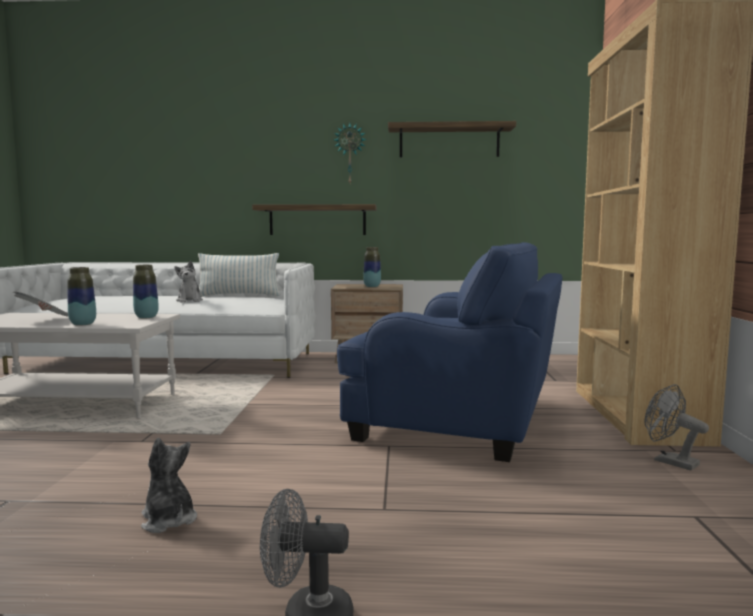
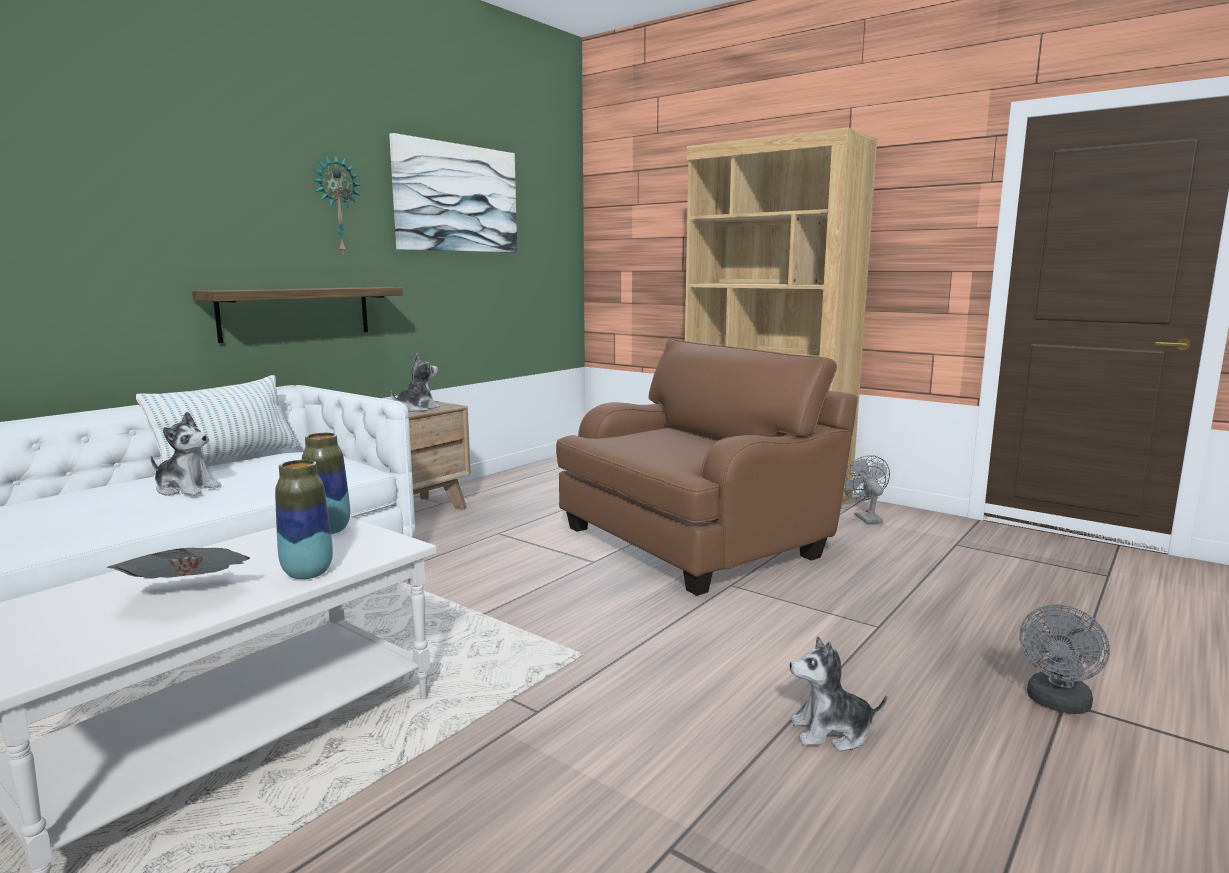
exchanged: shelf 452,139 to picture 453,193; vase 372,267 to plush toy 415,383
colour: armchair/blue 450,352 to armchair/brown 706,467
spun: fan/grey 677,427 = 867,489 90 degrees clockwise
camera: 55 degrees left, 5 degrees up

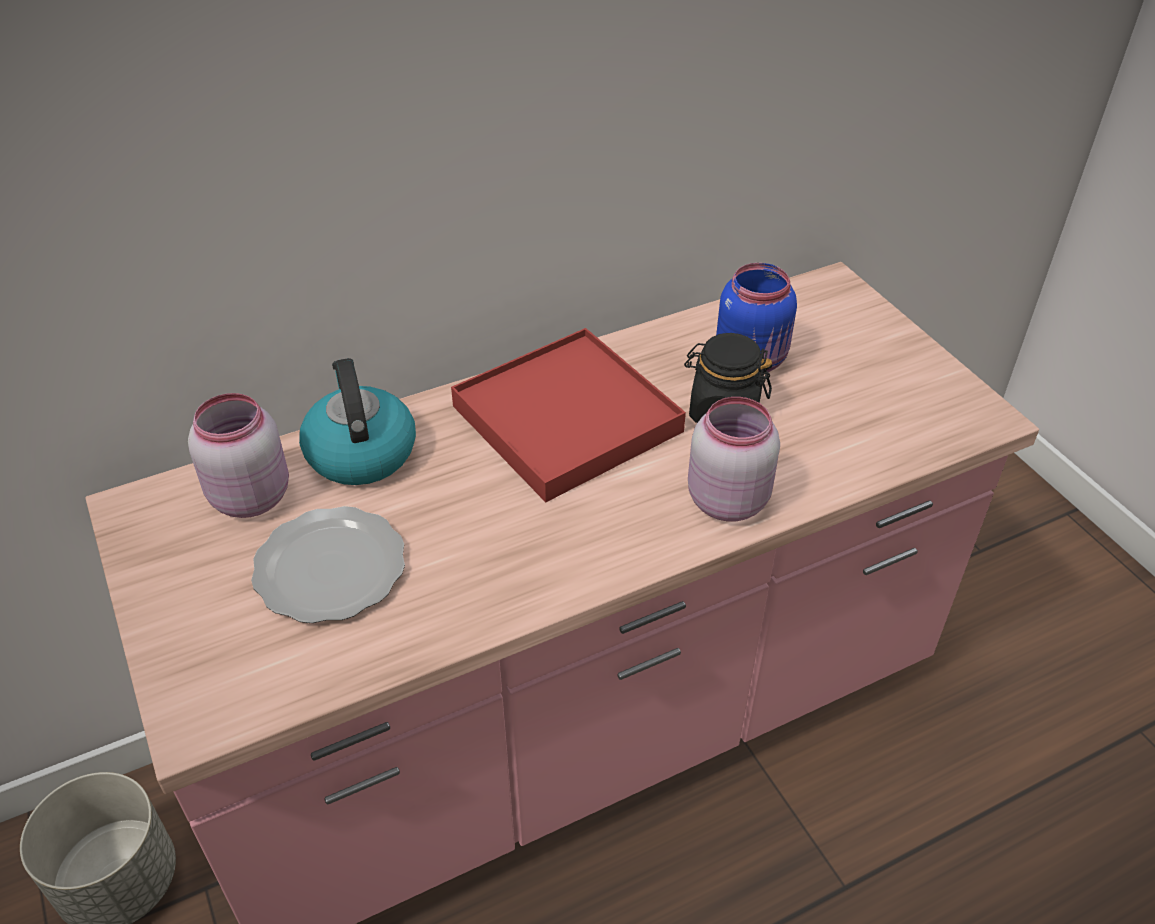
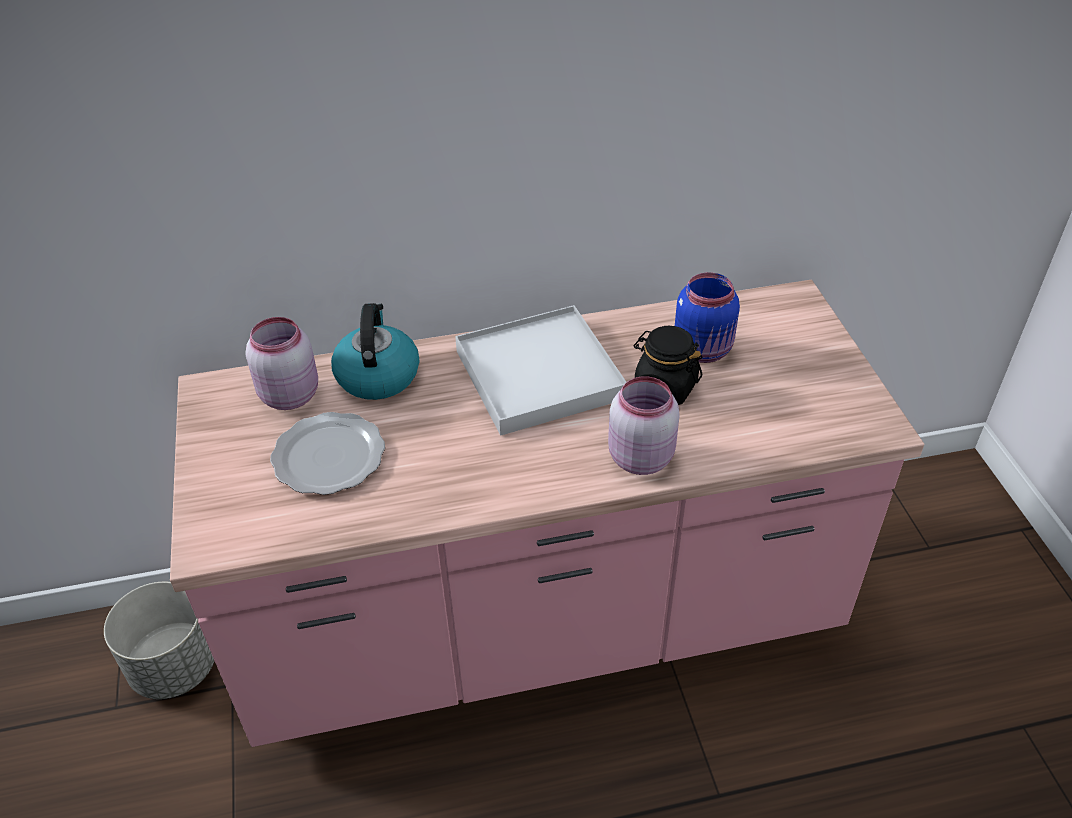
colour: tray/red 568,415 to tray/white 540,370
camera: 15 degrees right, 0 degrees up

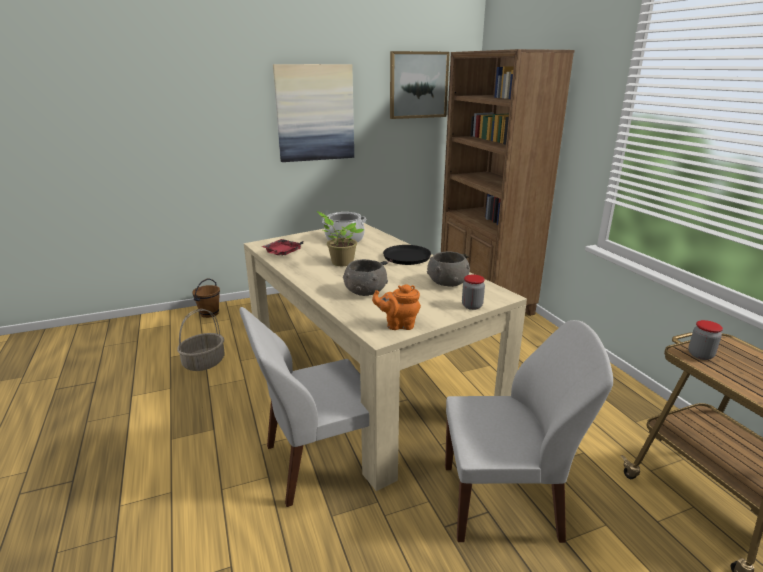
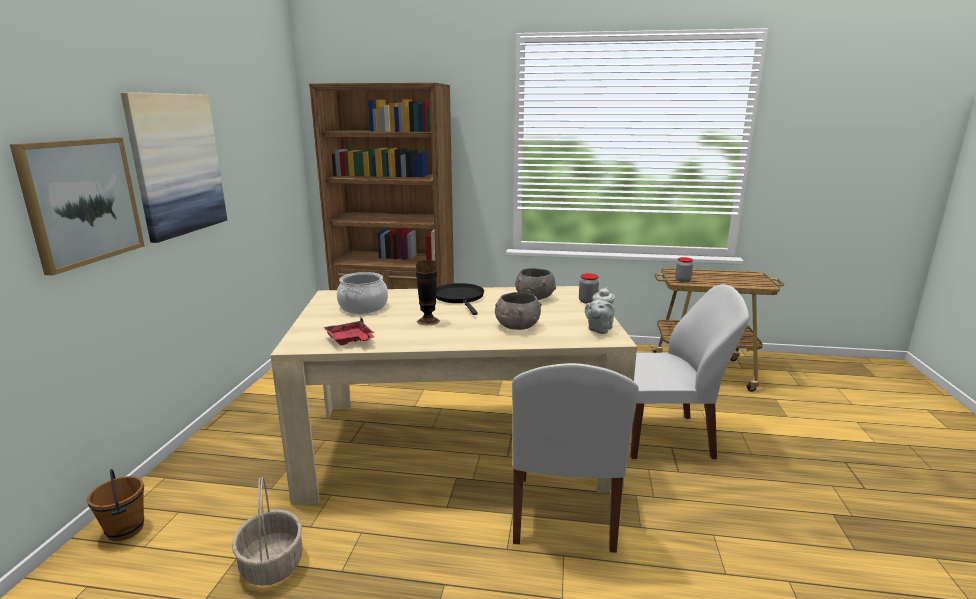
relocated: picture 420,85 to 77,207
exchanged: potted plant 340,238 to vase 428,292
colour: teapot/orange 396,307 to teapot/grey 600,310
spun: chair/white 529,431 = 689,371 60 degrees clockwise
camera: 60 degrees left, 5 degrees down

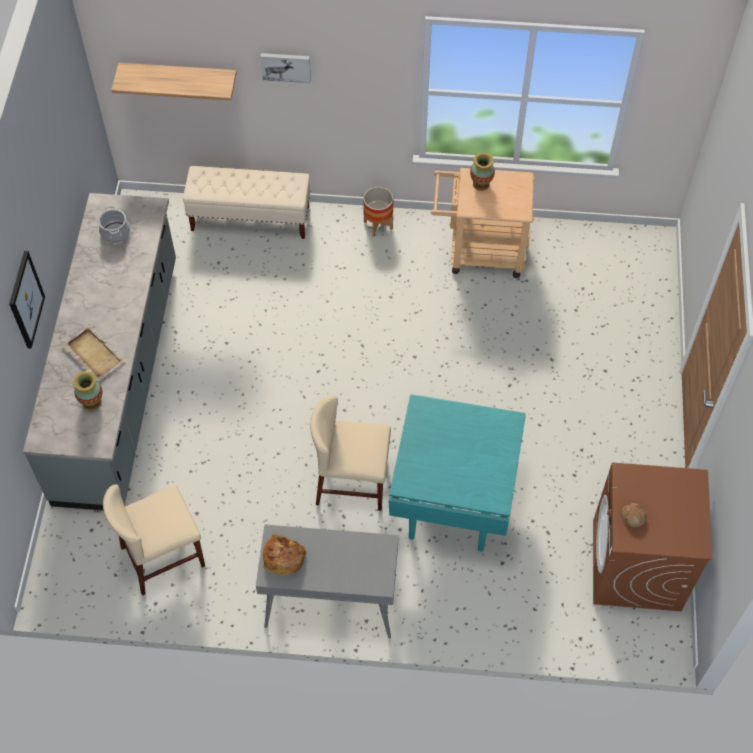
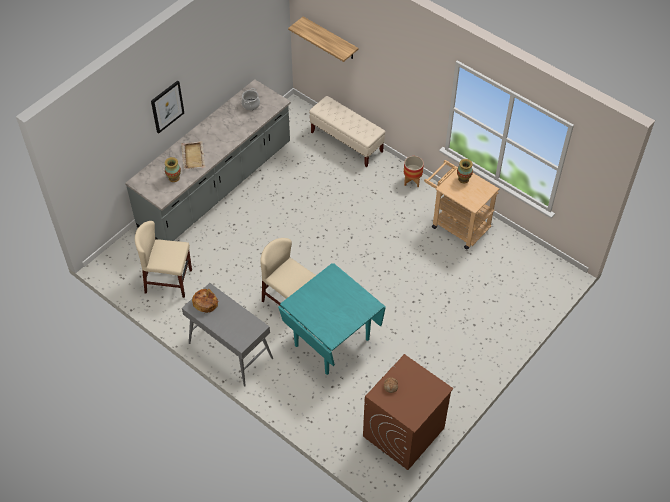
missing: picture 286,68
camera: 35 degrees right, 5 degrees down

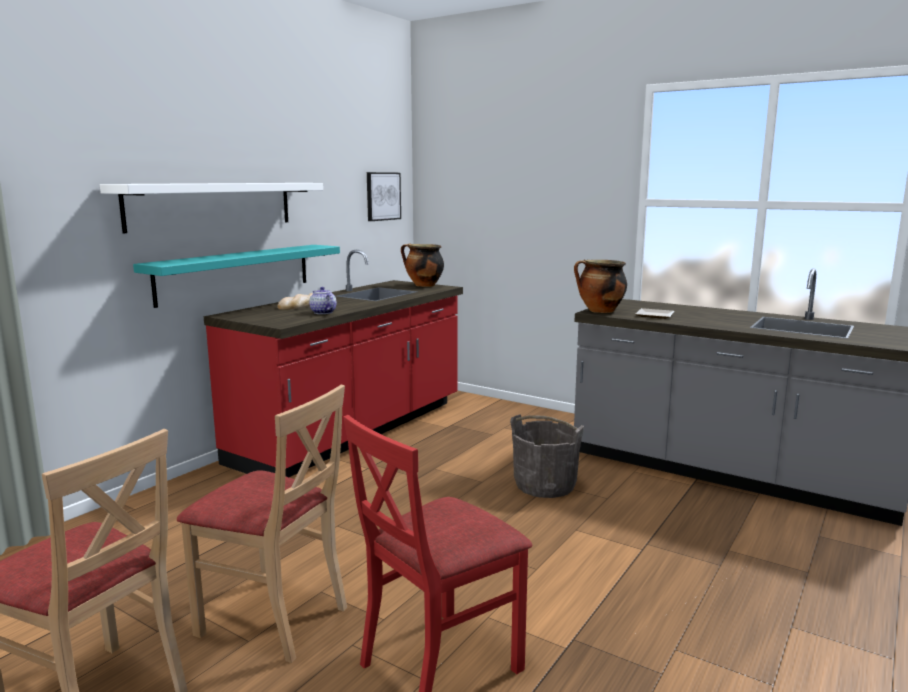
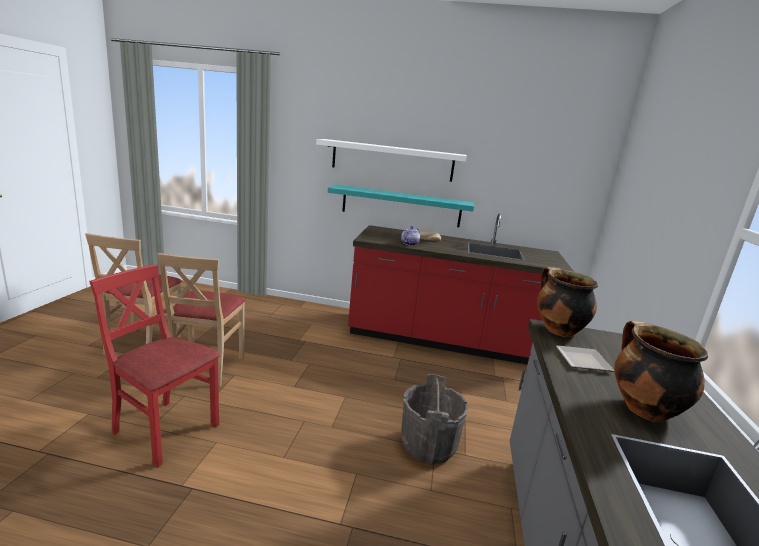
missing: picture 384,196
relocated: cooking pot 422,265 to 661,371
camera: 65 degrees right, 5 degrees up

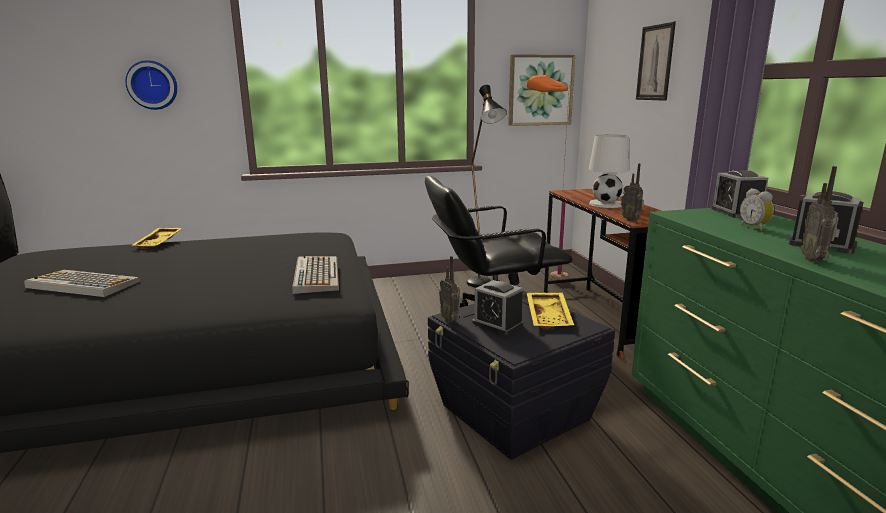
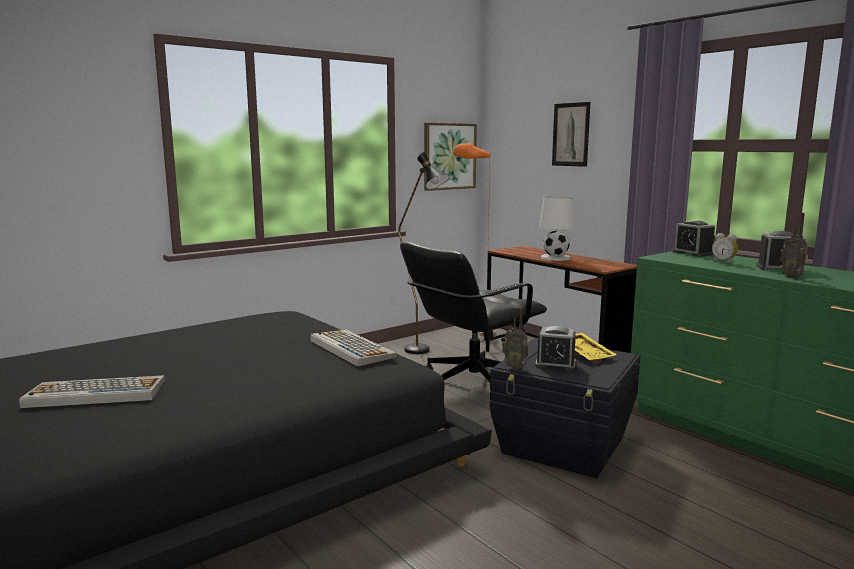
missing: wall clock 151,85; radio 632,192; tray/yellow 156,238
camera: 25 degrees left, 5 degrees down

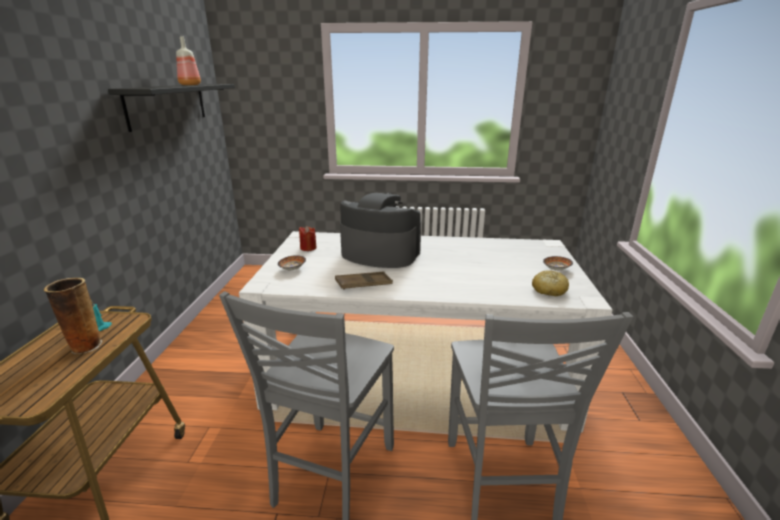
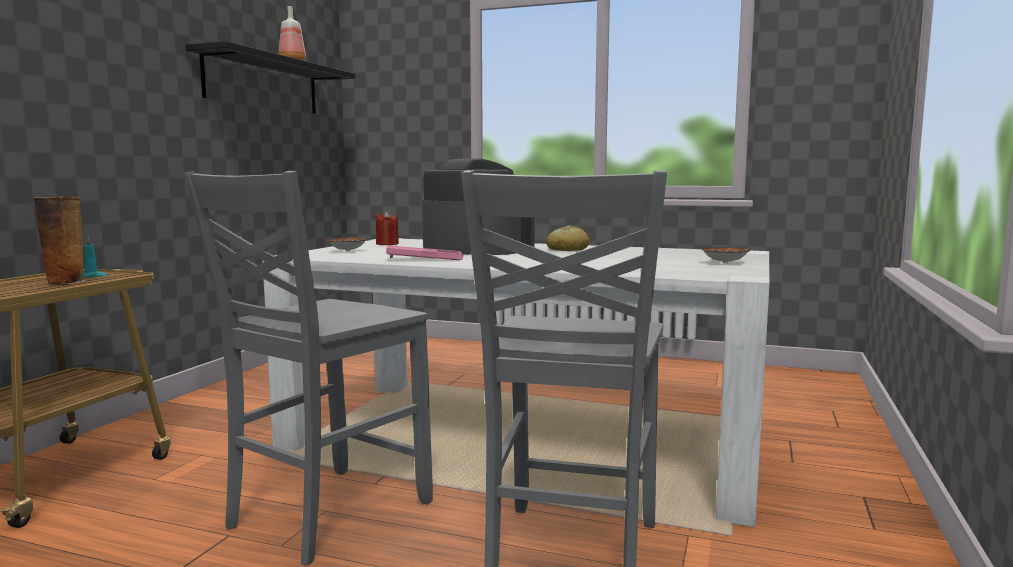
relocated: bread 550,283 to 567,238
colour: tray/brown 364,281 to tray/pink 424,252
camera: 15 degrees right, 15 degrees down

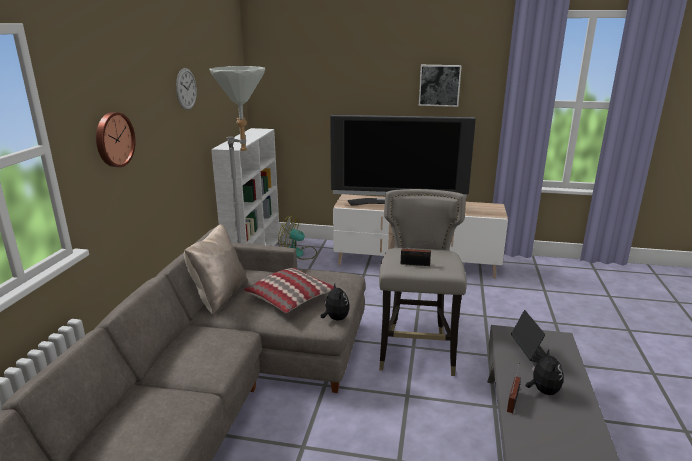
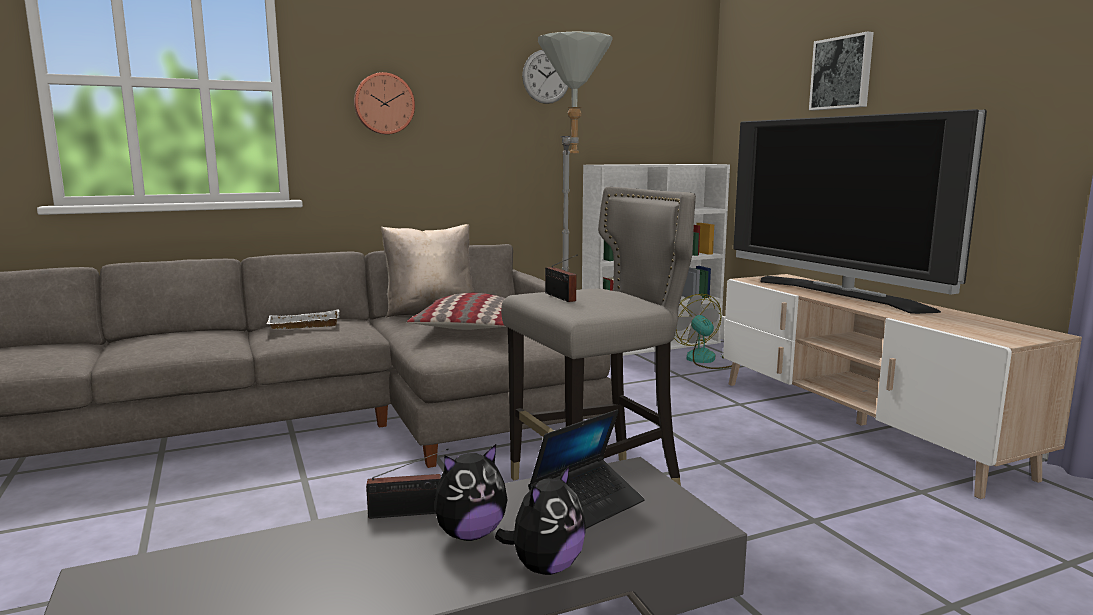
appeared: tray/white 303,319
relocated: picture 440,86 to 841,71; plush toy 335,302 to 540,520
camera: 55 degrees right, 10 degrees down

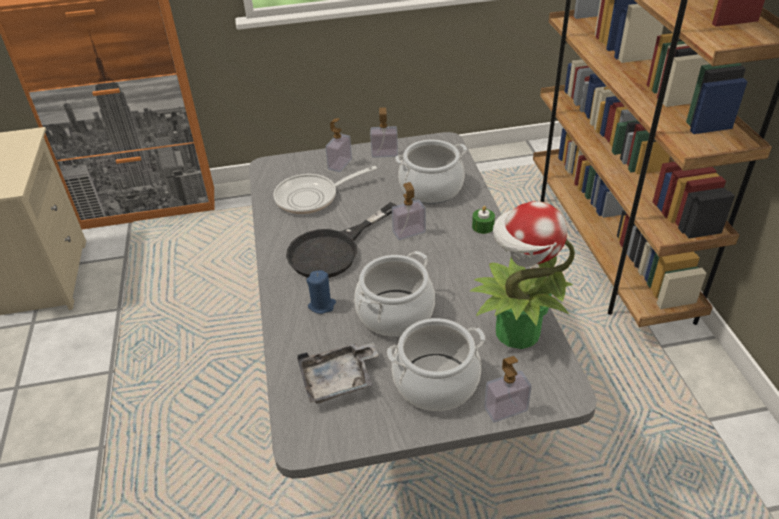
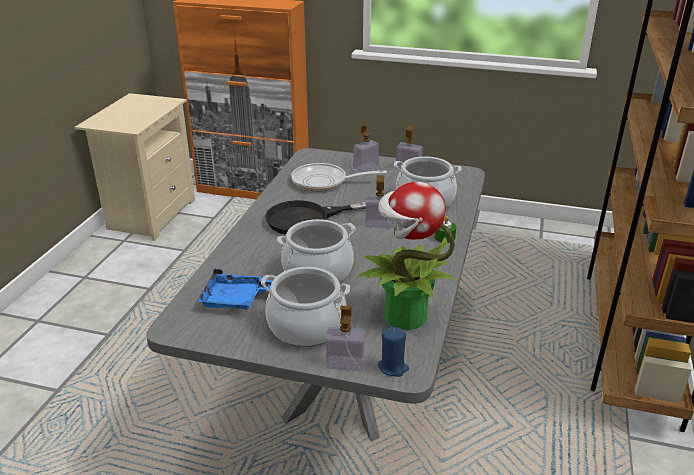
relocated: candle/blue 321,292 to 393,352
colour: tray/grey 338,373 to tray/blue 234,289
camera: 25 degrees right, 10 degrees down

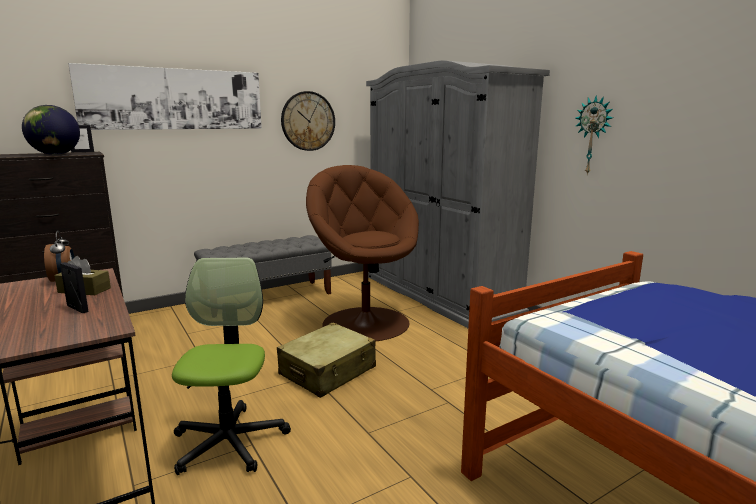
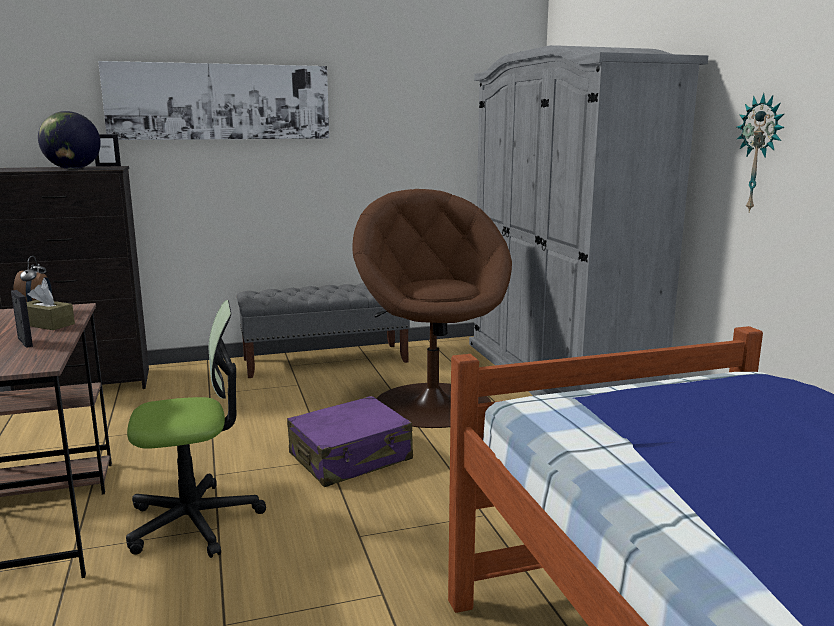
missing: wall clock 308,121
colour: suitcase/beige 326,360 to suitcase/purple 350,441
spun: office chair 231,366 = 196,429 60 degrees clockwise
camera: 15 degrees right, 0 degrees up

